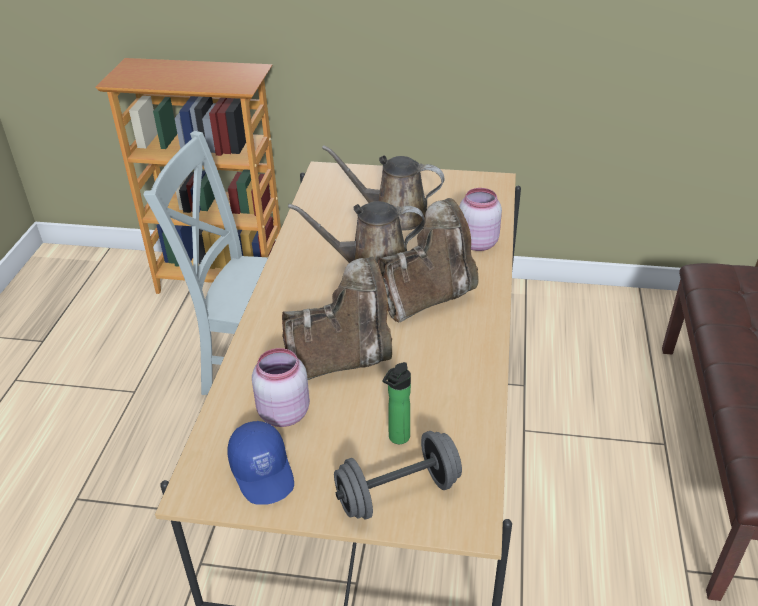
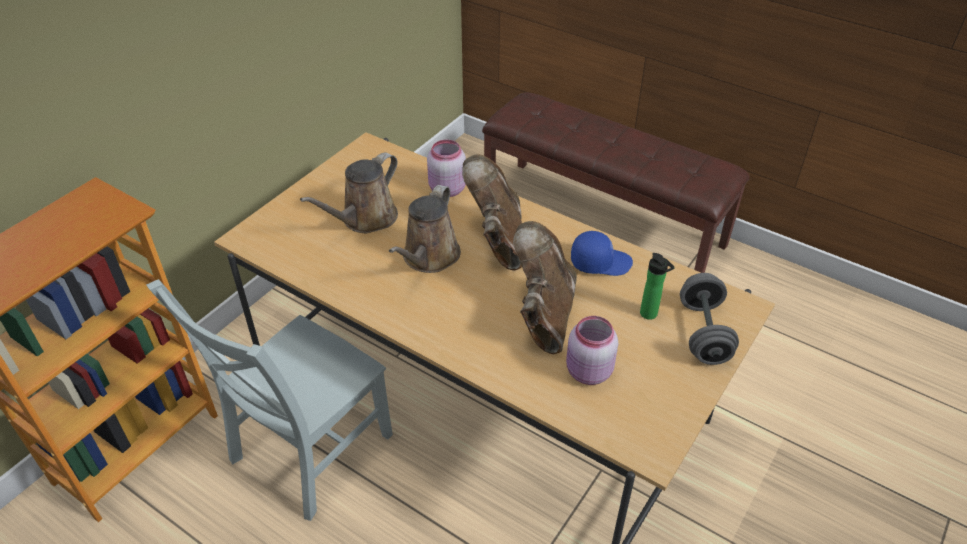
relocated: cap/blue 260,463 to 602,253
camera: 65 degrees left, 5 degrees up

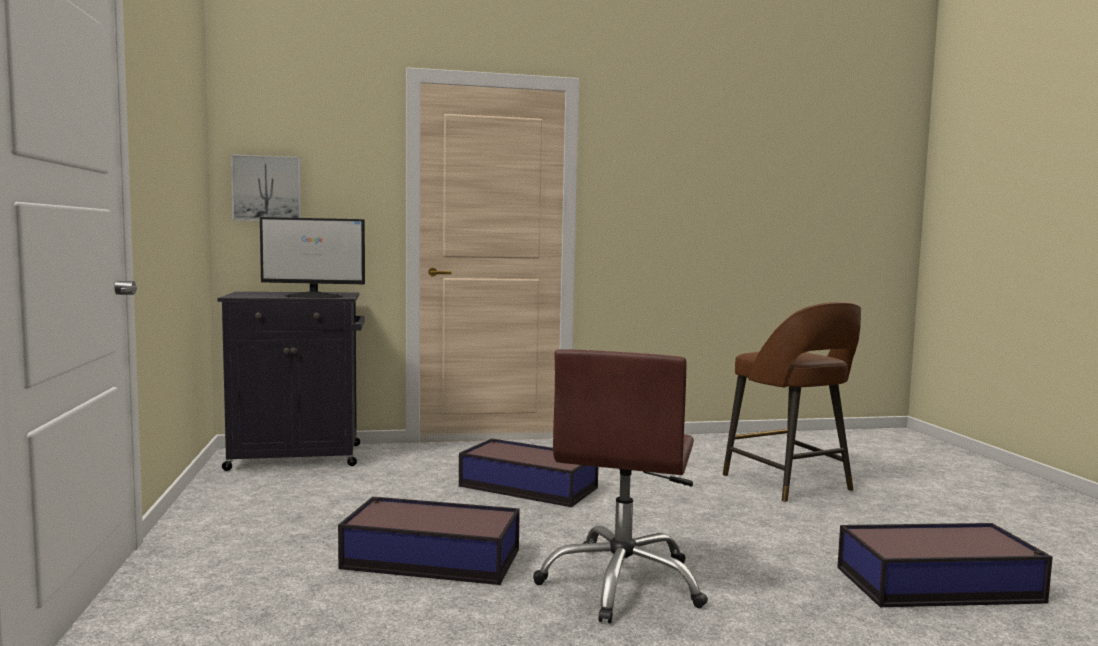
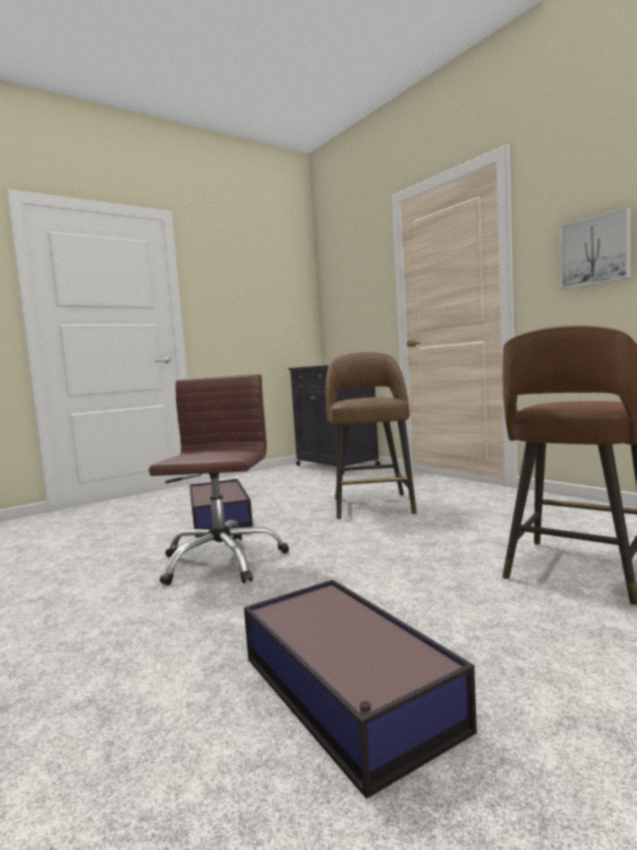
missing: monitor 312,257
relocated: picture 266,187 to 595,248
exchanged: storage box 528,472 to stool/brown 371,435
spun: office chair/brown 620,486 = 219,480 105 degrees clockwise
camera: 65 degrees right, 0 degrees up

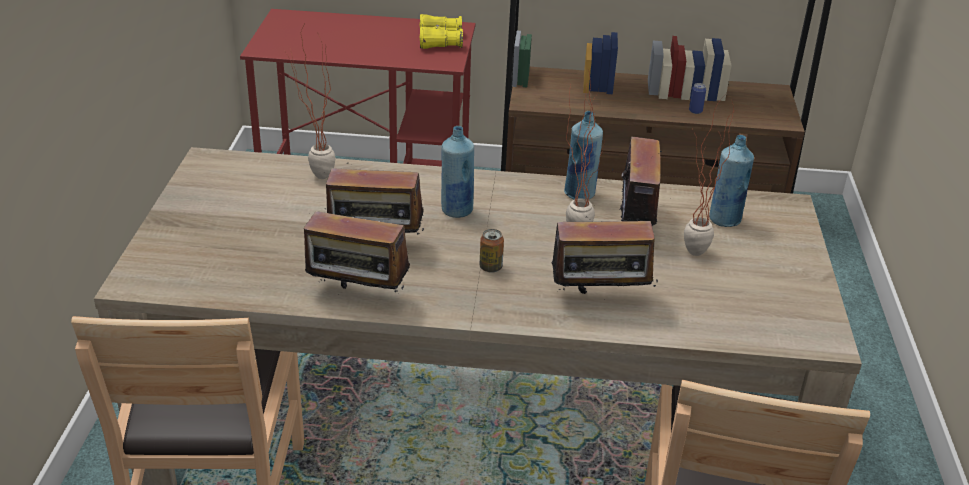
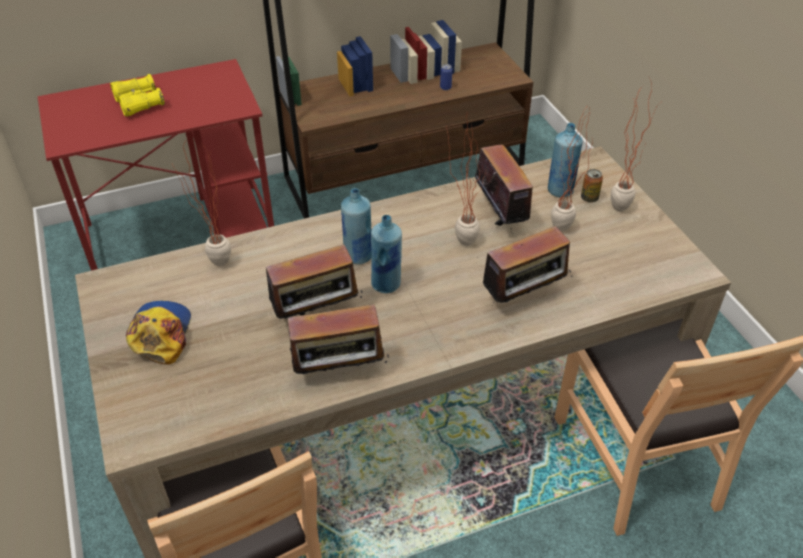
appeared: potted plant 635,144; cap 158,333
relocated: binoculars/yellow 441,31 to 137,95; bottle/blue 583,155 to 386,254; can 492,251 to 592,185
camera: 25 degrees left, 10 degrees up

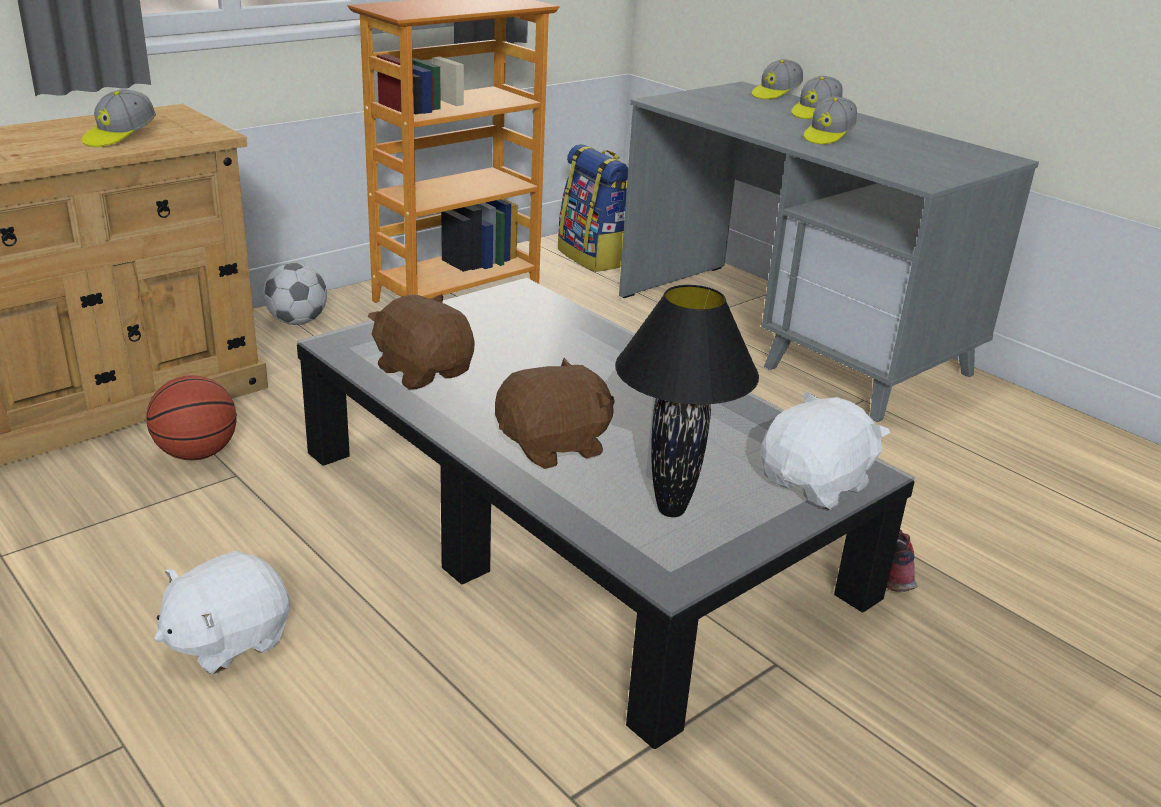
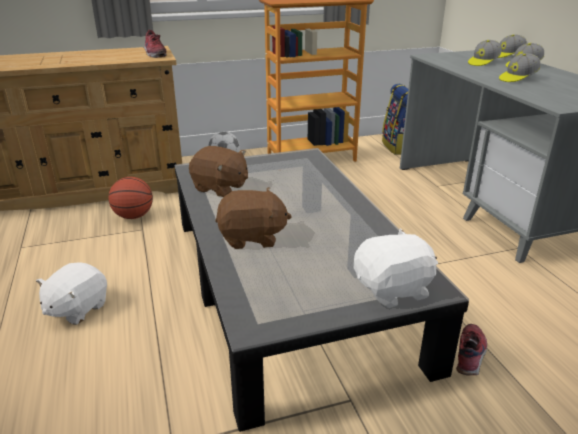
missing: table lamp/black 687,401
appeared: shoe 155,44
relocated: cap 119,118 to 484,53
spun: plush toy/brown 421,342 = 218,171 135 degrees clockwise; plush toy/white 221,613 = 71,293 45 degrees counterclockwise
camera: 25 degrees right, 0 degrees up

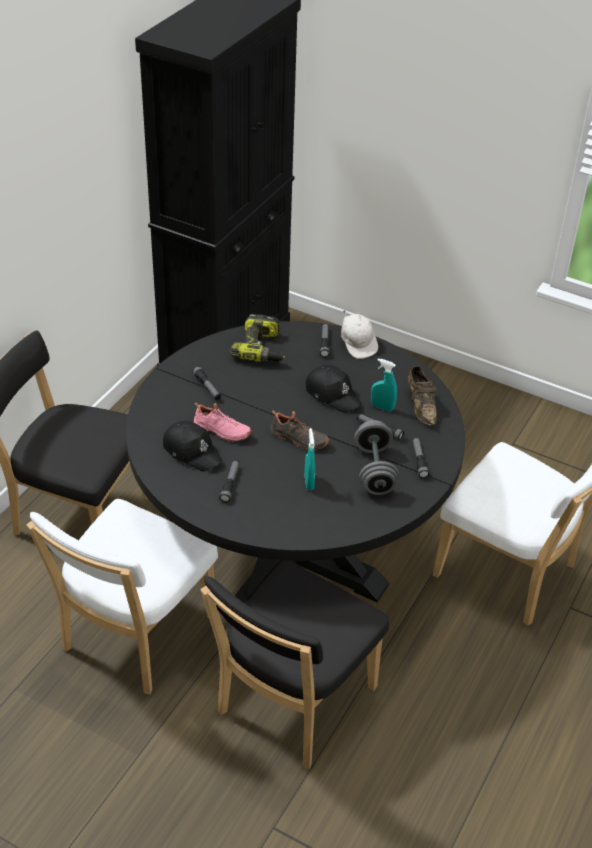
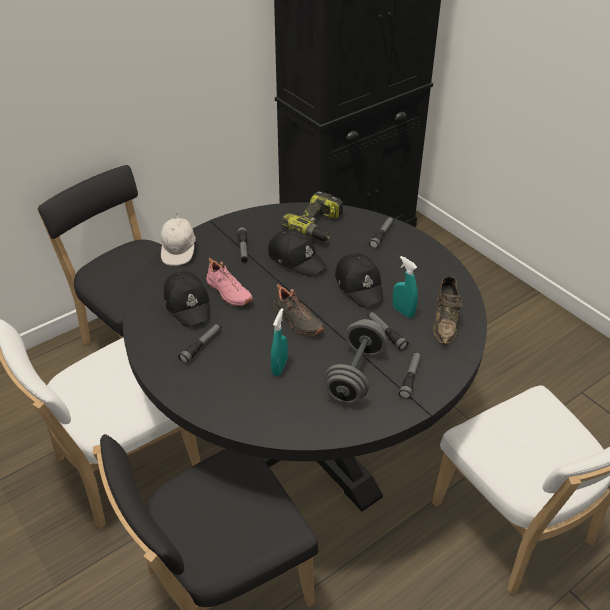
appeared: cap/black 297,253
relocated: cap/white 359,334 to 178,239
camera: 25 degrees right, 0 degrees up

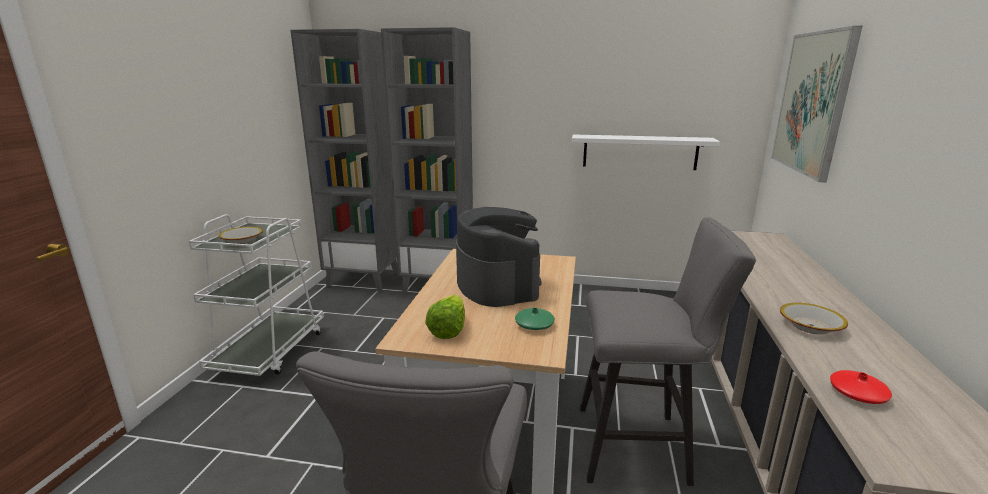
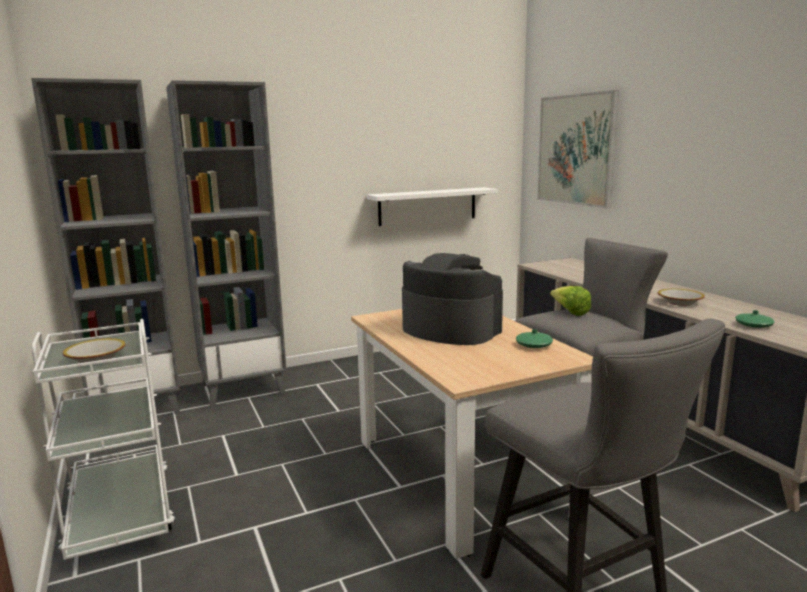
relocated: lettuce 445,316 to 570,301
colour: vase/red 861,387 to vase/green 754,319
camera: 35 degrees left, 5 degrees down

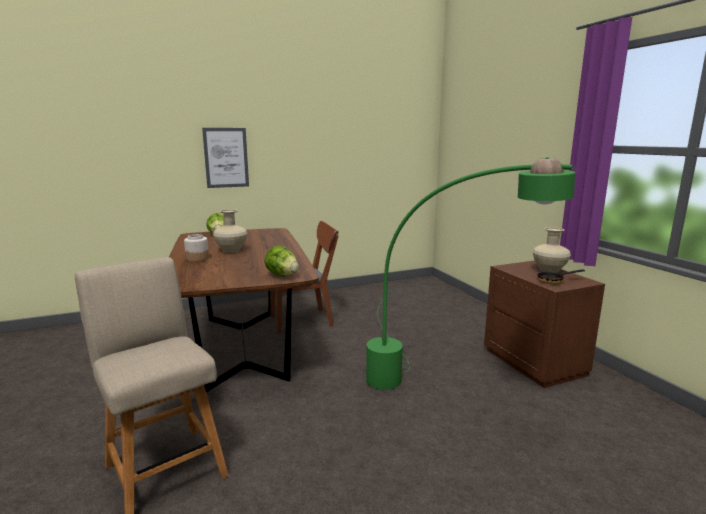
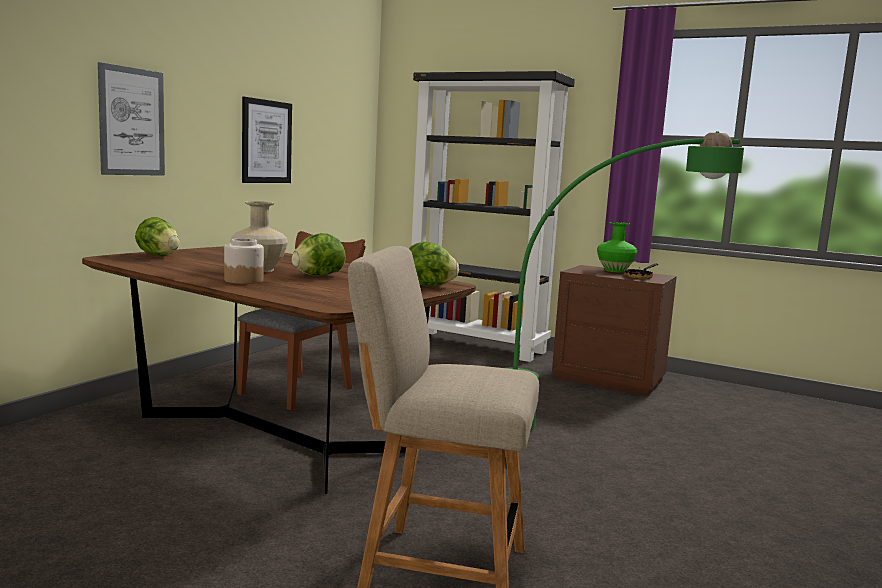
appeared: bookcase/black 493,216; picture 267,140; lettuce 319,254
colour: vase/beige 552,250 to vase/green 617,247
camera: 40 degrees left, 5 degrees down

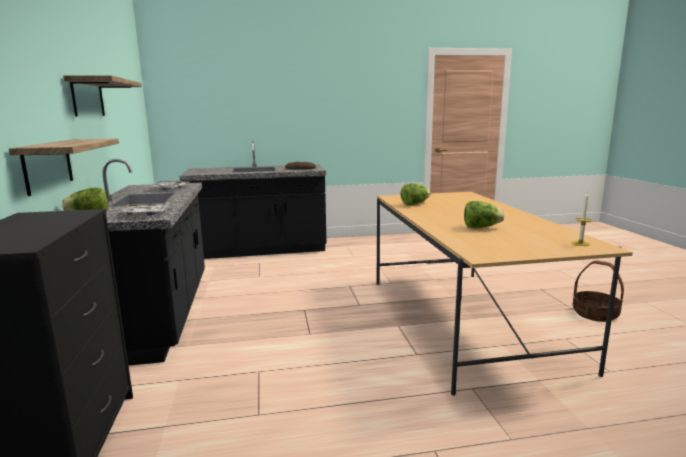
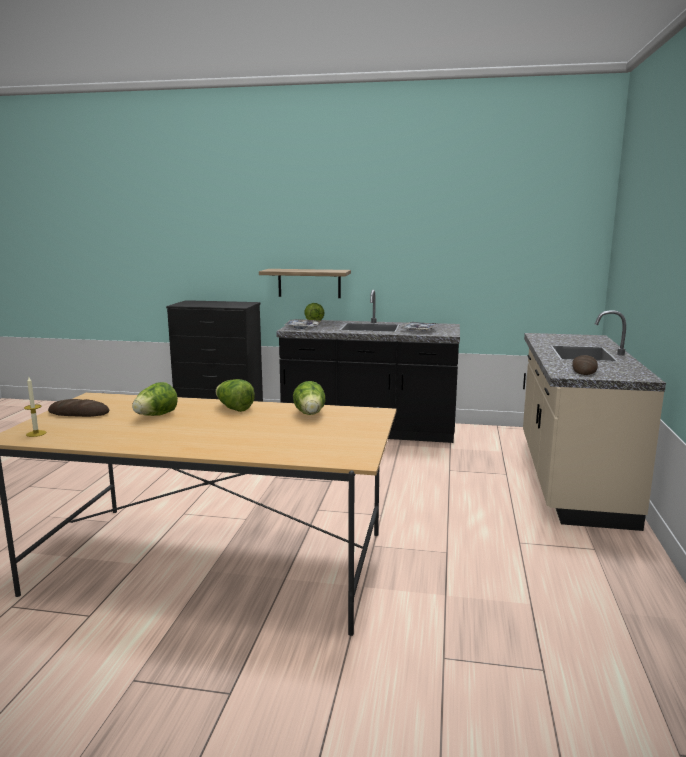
missing: shelf 102,95; basket 598,291
appeared: lettuce 235,395; bread 78,408
colour: counter/black 253,200 to counter/beige 594,420
camera: 110 degrees right, 0 degrees up

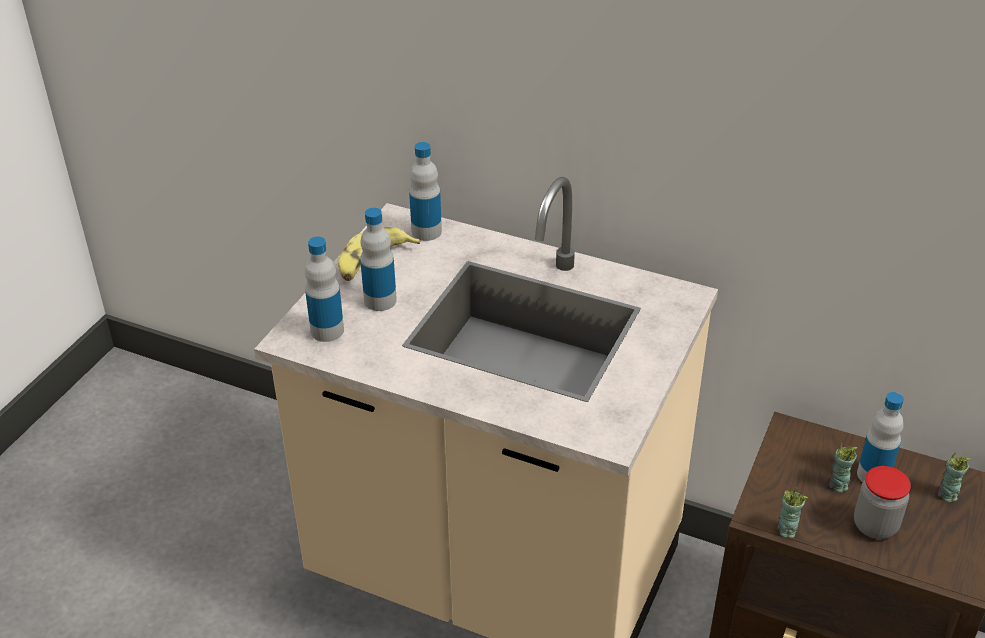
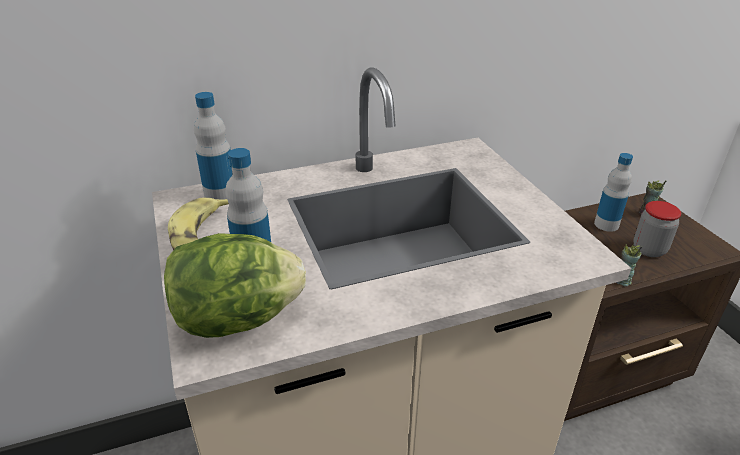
missing: cup 843,468
exchanged: bottle 324,289 to lettuce 235,285
camera: 45 degrees left, 5 degrees down

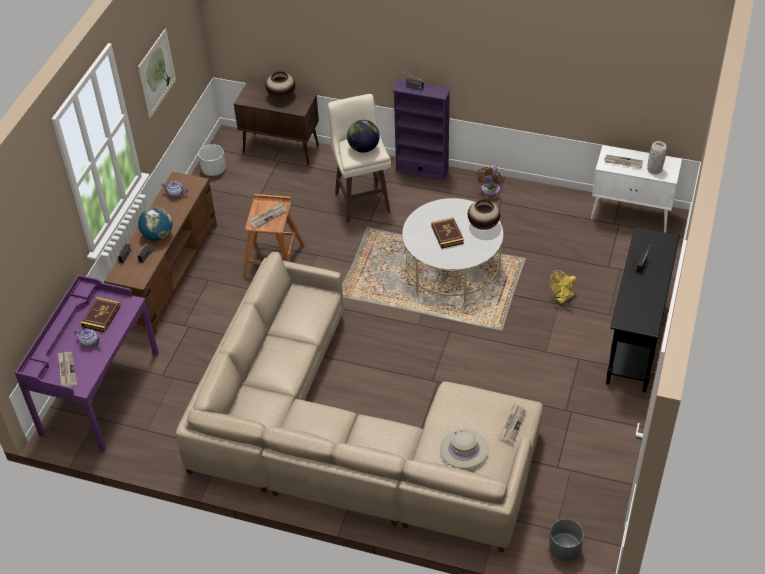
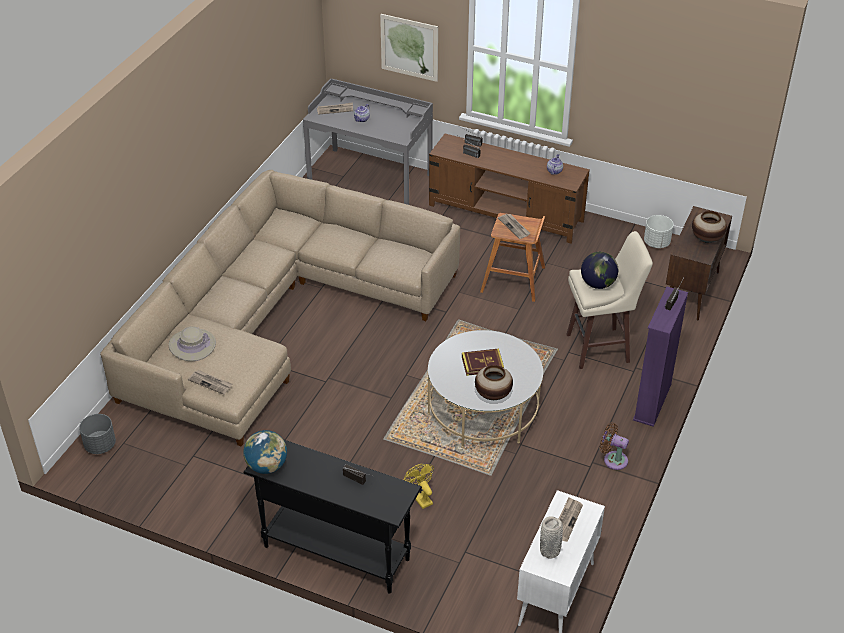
missing: book 101,314
relocated: picture 157,73 to 409,48; globe 155,224 to 265,452
colour: desk/purple 87,363 to desk/grey 368,141
camera: 95 degrees right, 5 degrees down

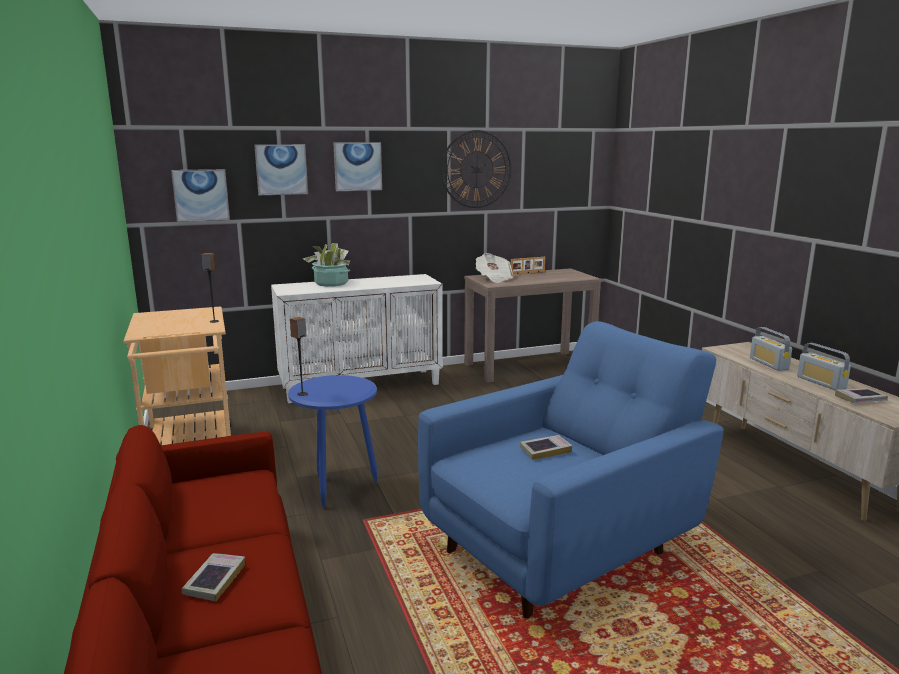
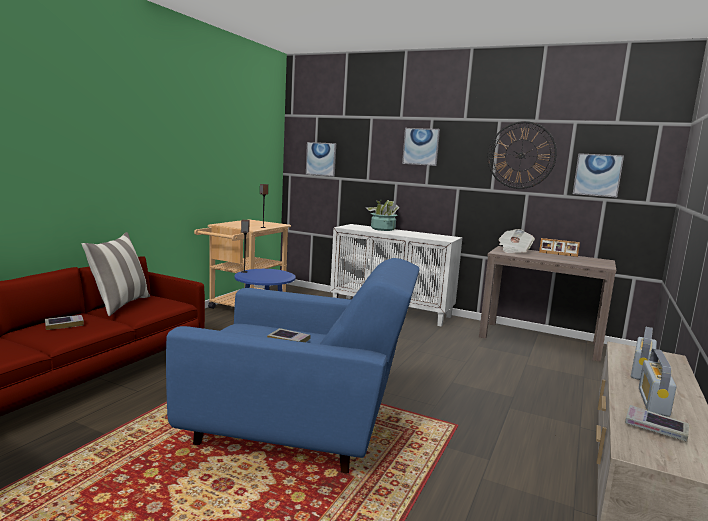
appeared: pillow 116,274
relocated: picture 281,169 to 598,175
camera: 45 degrees right, 5 degrees down

